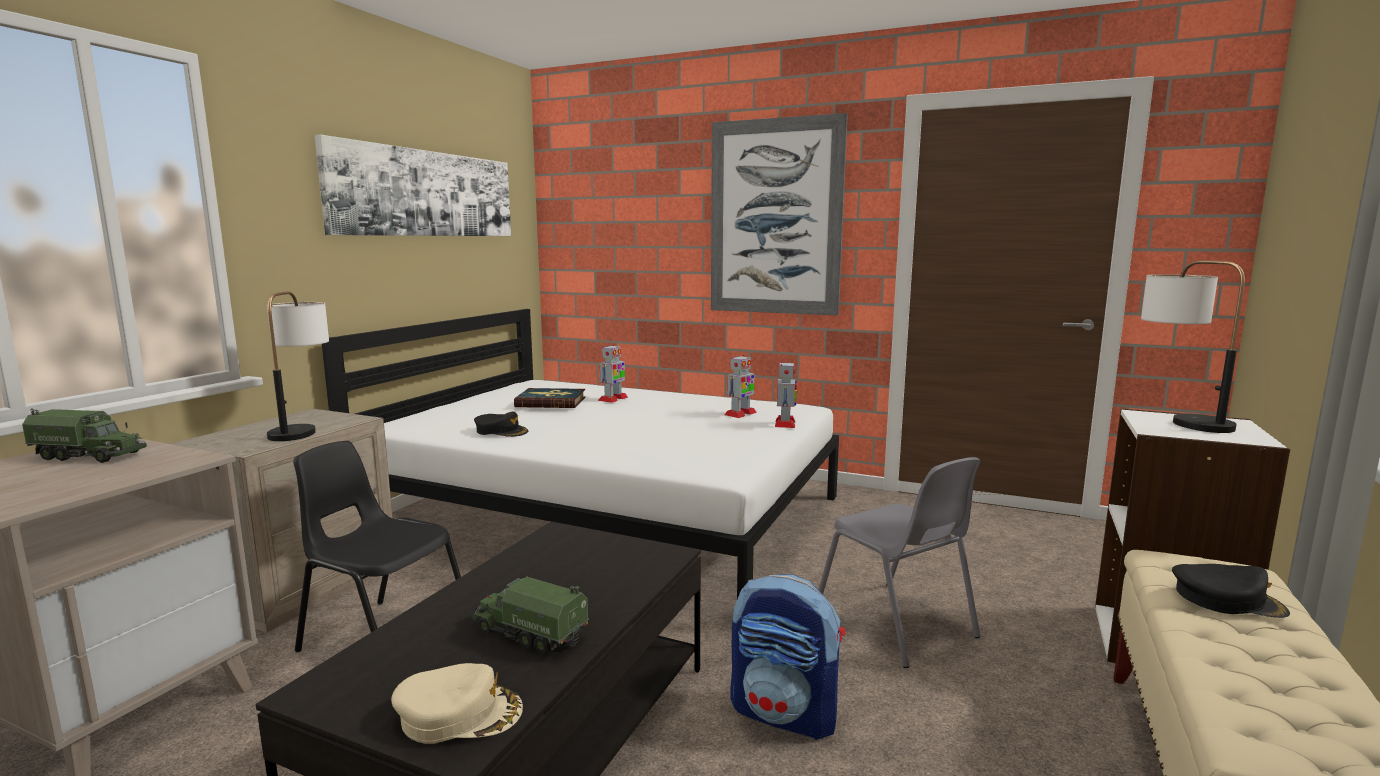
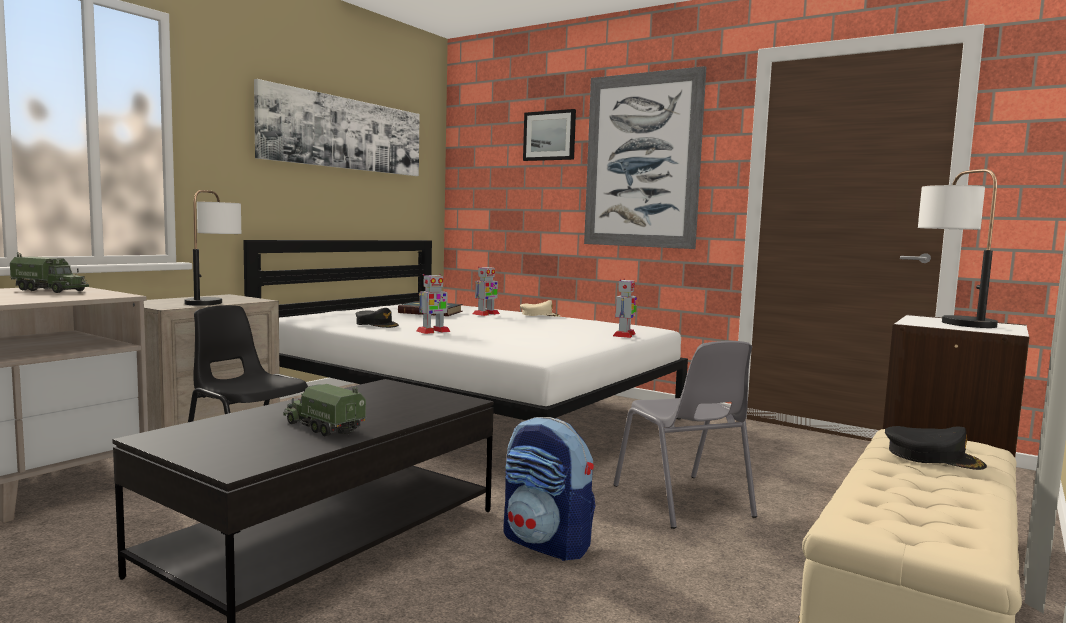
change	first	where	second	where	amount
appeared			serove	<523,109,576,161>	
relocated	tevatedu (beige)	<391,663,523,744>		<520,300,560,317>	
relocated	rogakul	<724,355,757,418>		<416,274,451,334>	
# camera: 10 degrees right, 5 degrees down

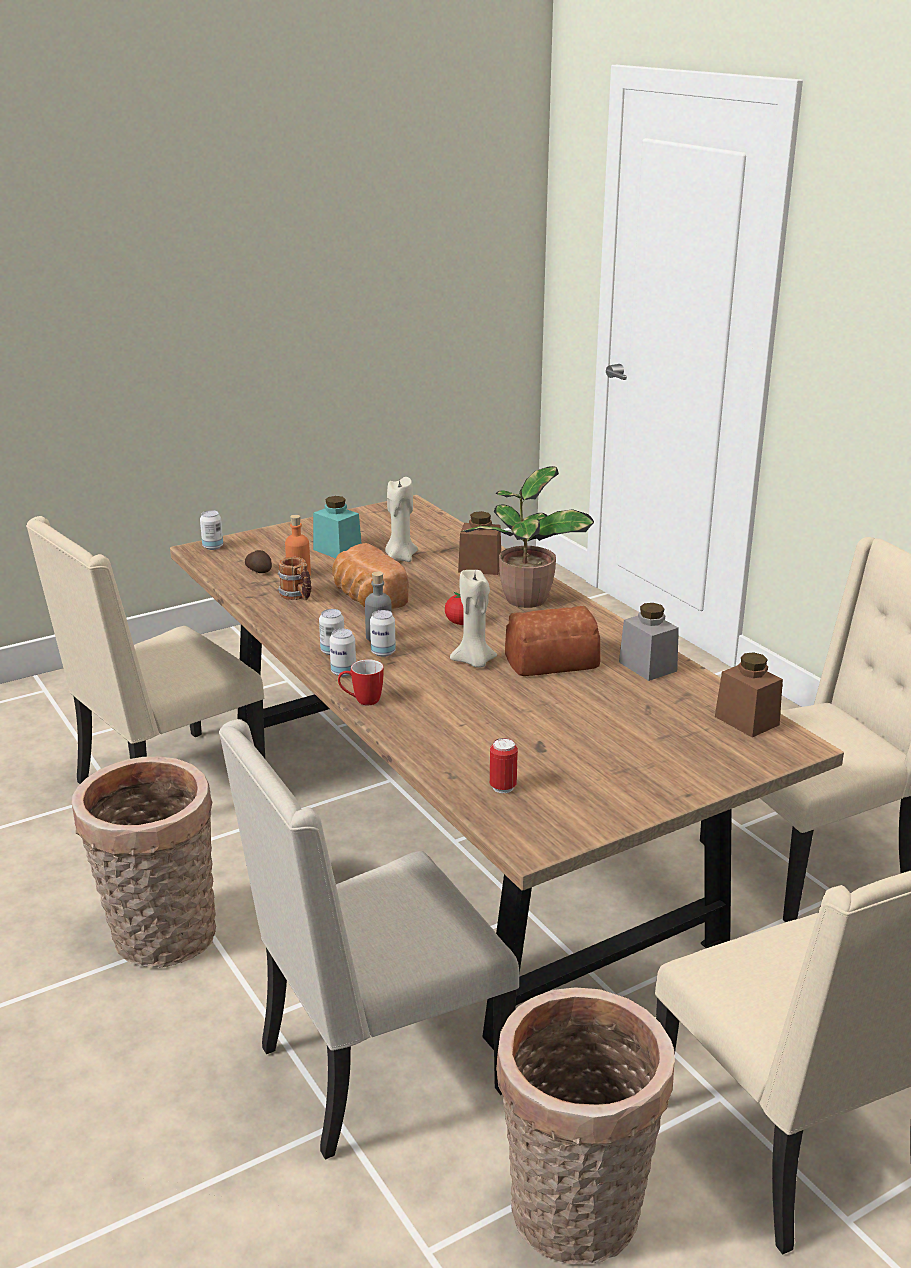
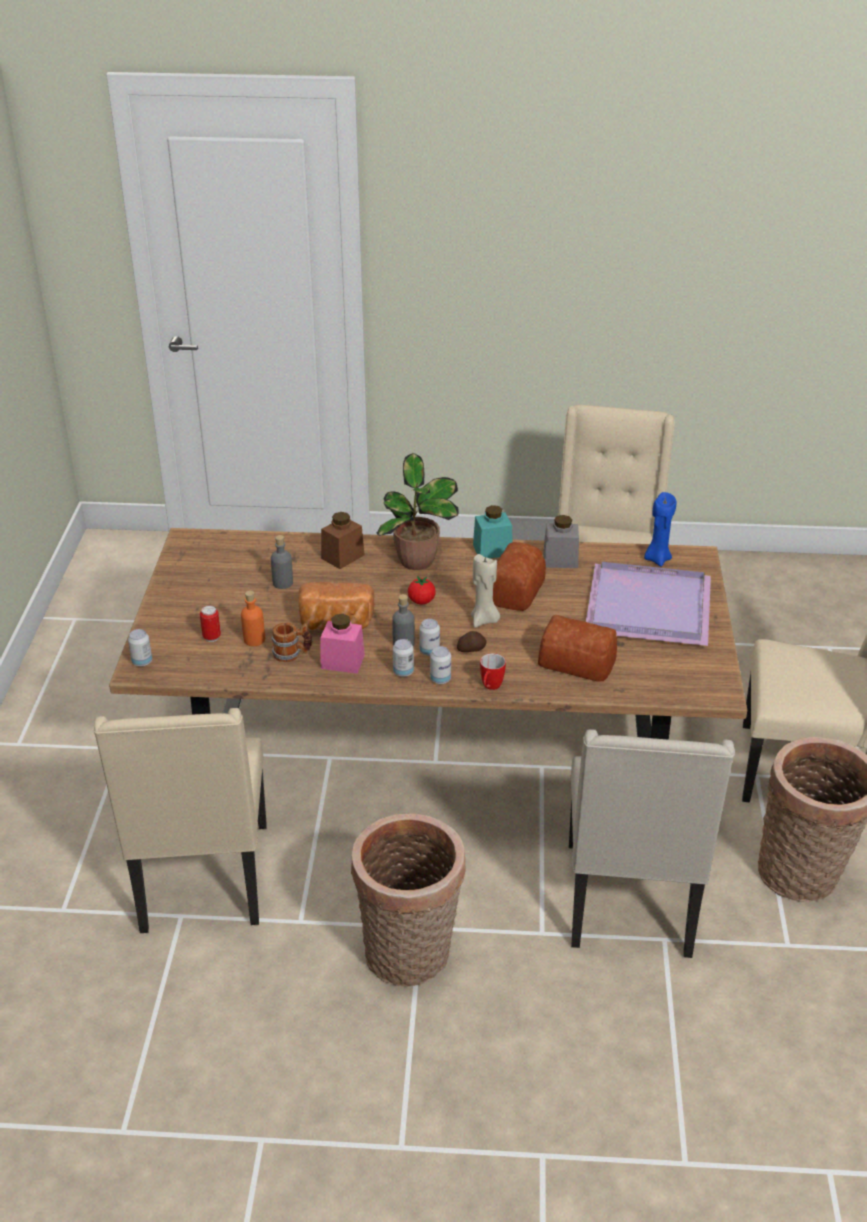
change	first	where	second	where	amount
appeared			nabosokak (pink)	<321,614,365,674>	
appeared			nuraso	<538,615,617,682>	
appeared			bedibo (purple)	<586,562,711,646>	
relocated	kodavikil	<245,550,272,573>		<457,631,487,652>	
relocated	nabosokak (turquoise)	<313,496,362,558>		<473,505,512,558>	
relocated	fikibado	<490,738,518,793>		<200,605,221,642>	
exchanged	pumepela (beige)	<385,477,418,562>	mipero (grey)	<271,535,293,589>	
exchanged	nabosokak (brown)	<715,652,783,737>	pumepela (blue)	<644,492,676,567>	
# camera: 55 degrees left, 10 degrees up

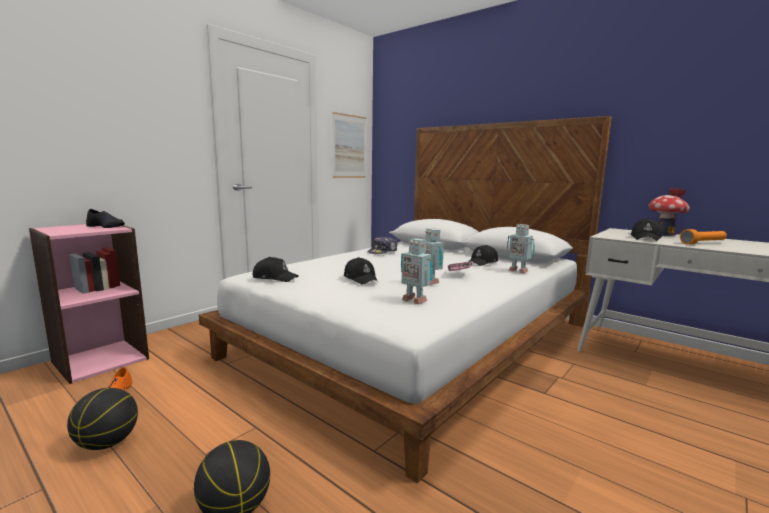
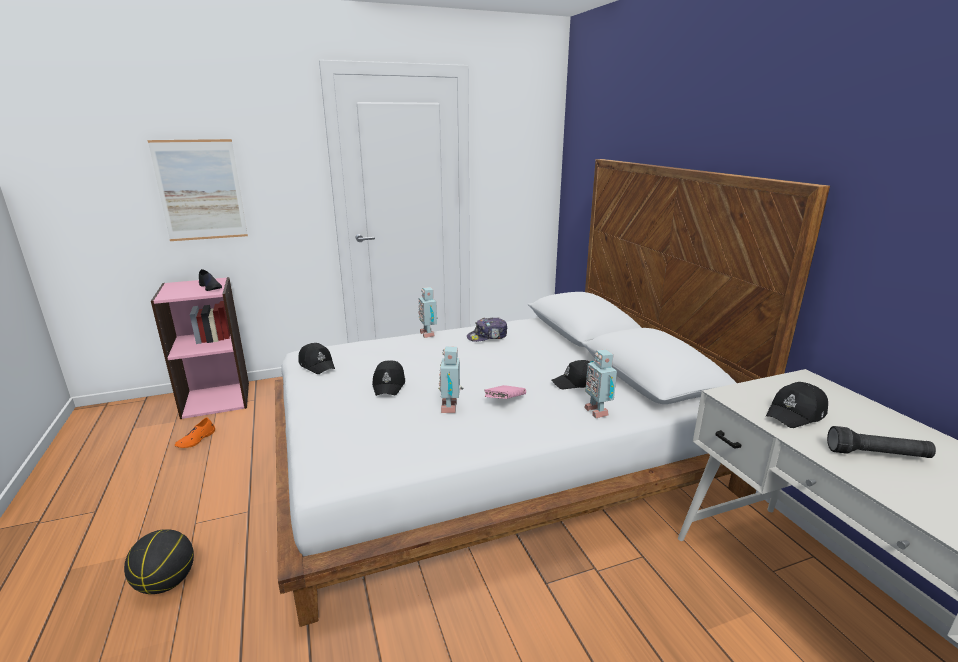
change	first	where	second	where	amount
missing	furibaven	<67,388,138,450>			
missing	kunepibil	<649,188,690,236>			
relocated	serove	<332,112,366,178>		<148,139,248,241>	
relocated	rogakul	<401,238,433,304>		<418,287,438,338>	
colour	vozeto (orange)	<680,229,727,244>	vozeto (black)	<827,426,936,458>	
# camera: 30 degrees right, 10 degrees up

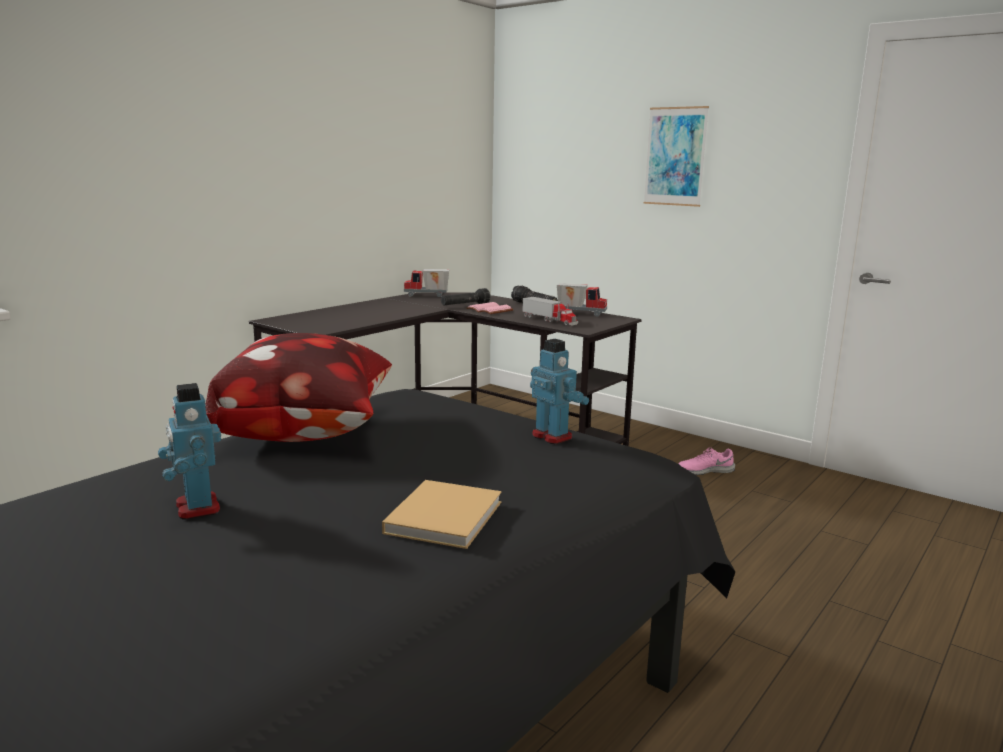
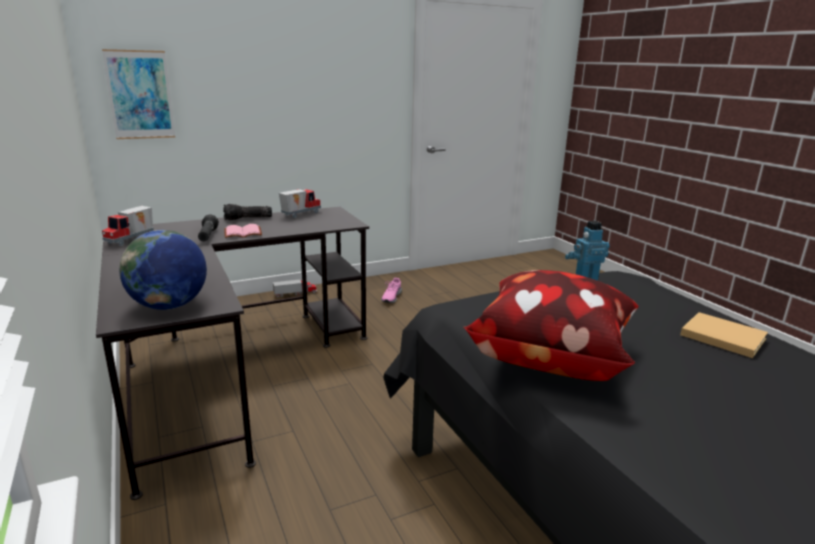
change	first	where	second	where	amount
missing	rogakul	<158,383,221,520>			
appeared			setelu	<119,230,207,310>	
relocated	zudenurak	<522,297,578,326>		<273,279,317,298>	
relocated	serove	<644,106,709,207>		<102,49,175,139>	
# camera: 65 degrees left, 5 degrees up

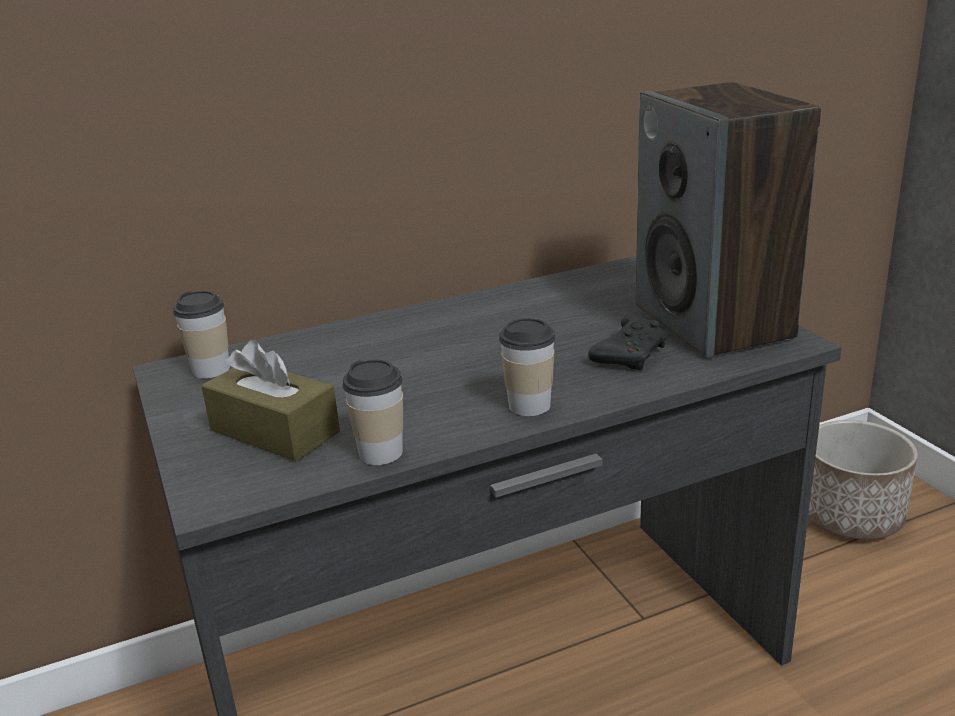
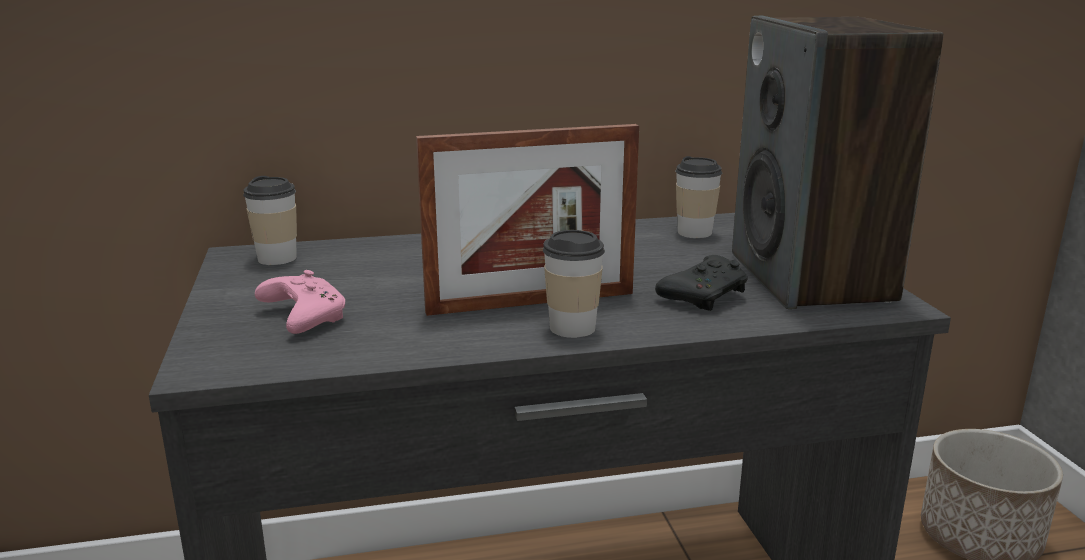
change	first	where	second	where	amount
appeared			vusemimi	<416,124,639,316>	
relocated	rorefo	<342,360,403,465>		<675,156,722,238>	
exchanged	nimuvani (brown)	<201,340,340,461>	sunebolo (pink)	<255,270,345,334>	
# camera: 10 degrees right, 5 degrees down

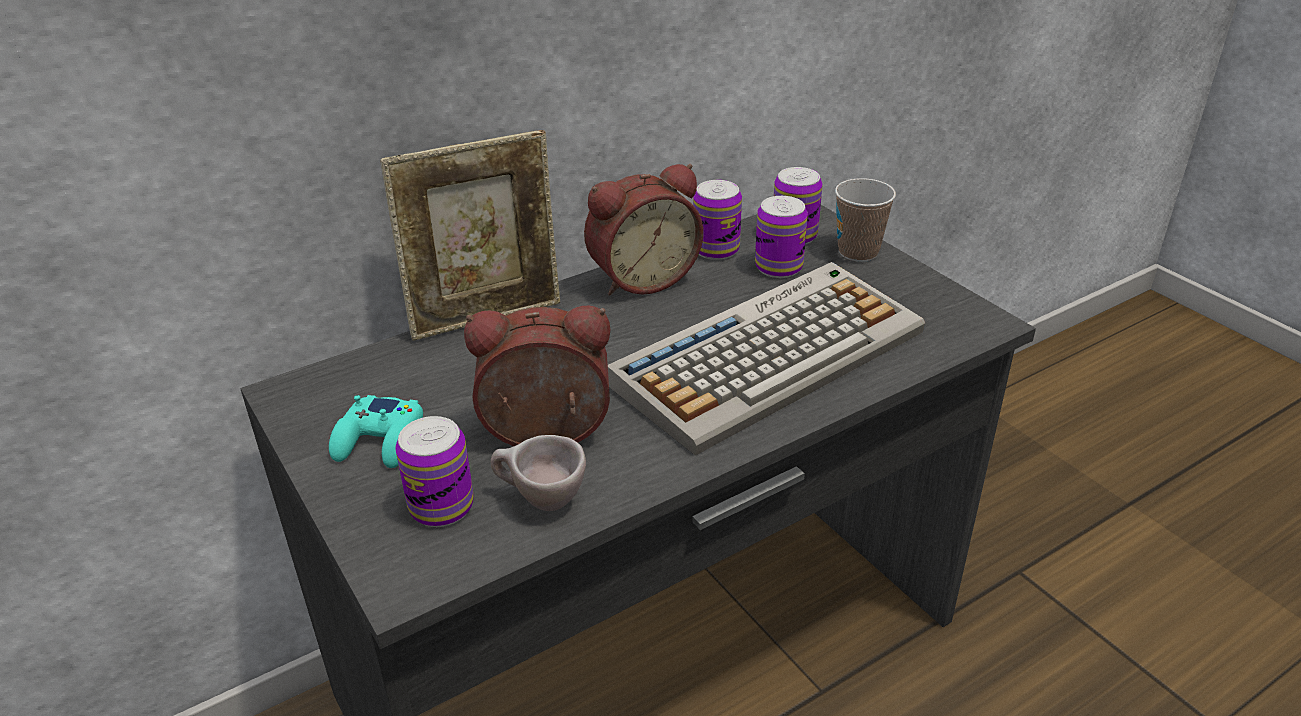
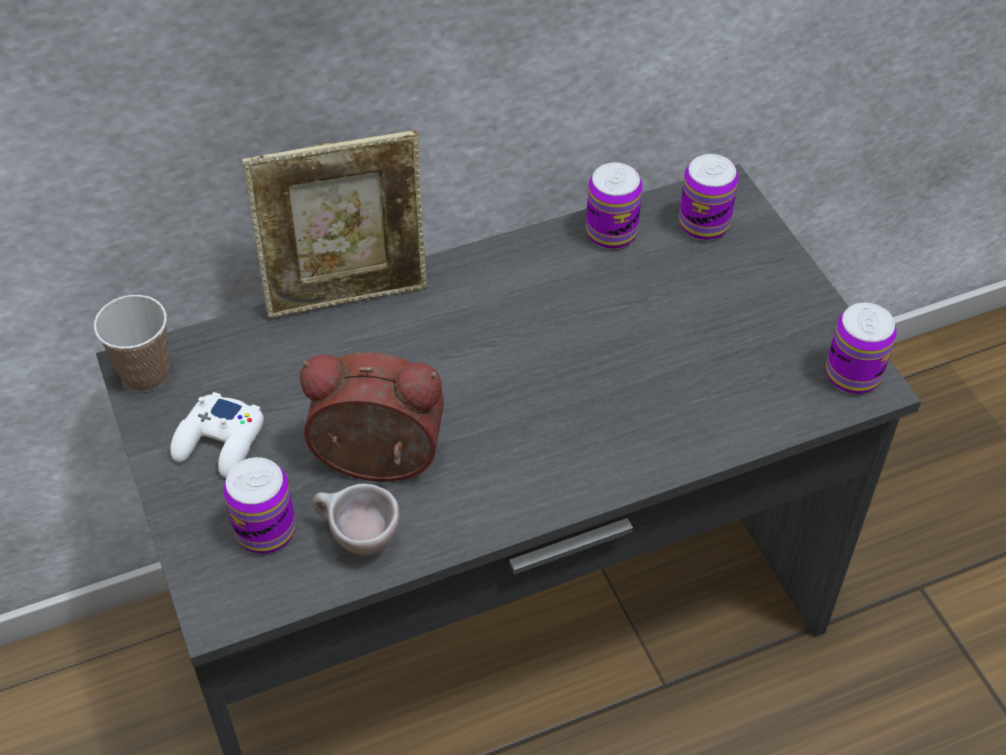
change	first	where	second	where	amount
missing	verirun	<584,164,703,296>			
missing	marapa	<608,262,925,456>			
relocated	fikibado	<755,196,808,278>		<826,303,897,394>	
relocated	rorefo	<835,178,896,262>		<94,295,170,392>	
colour	sunebolo (turquoise)	<329,395,423,468>	sunebolo (white)	<170,392,264,478>	
# camera: 10 degrees right, 15 degrees up

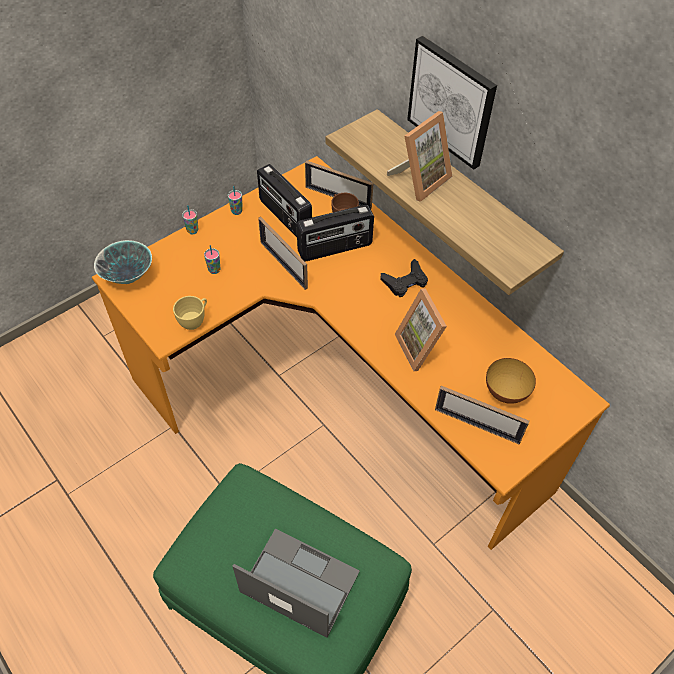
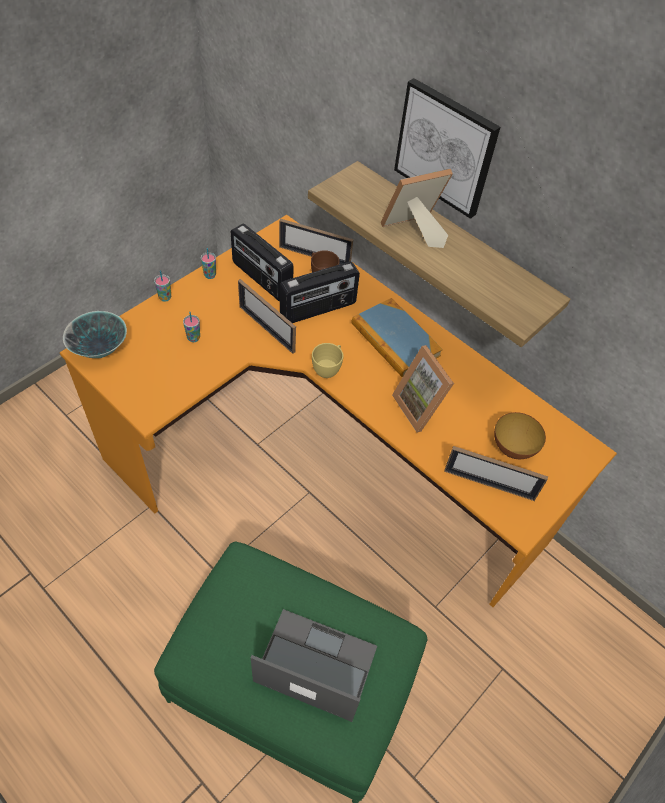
change	first	where	second	where	amount
relocated	rorefo (yellow)	<173,296,207,330>		<312,343,343,378>	
exchanged	sunebolo (black)	<381,259,428,297>	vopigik	<352,298,443,378>	
spun	vusemimi	<387,111,453,202>		<381,169,453,248>	150 degrees counterclockwise
# camera: 10 degrees left, 0 degrees up

